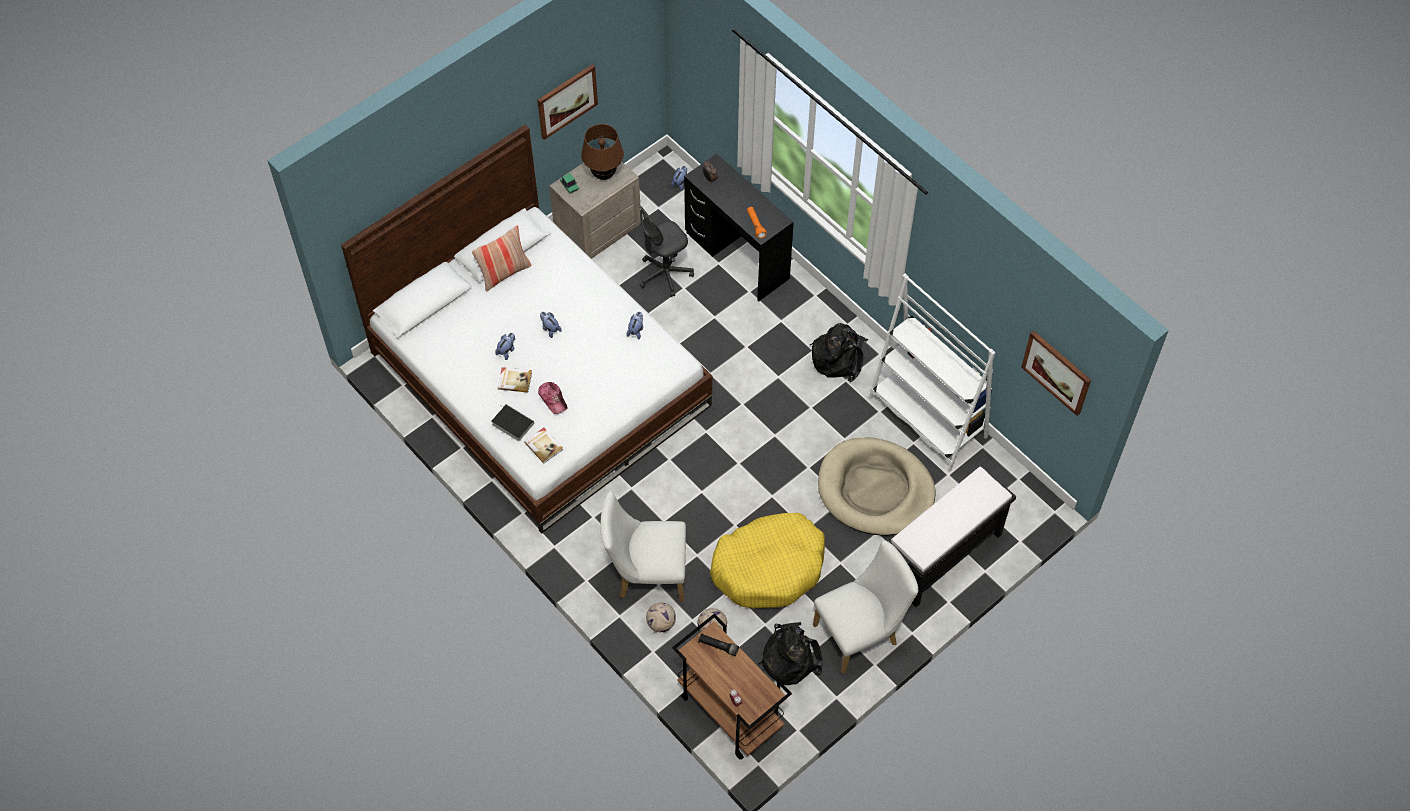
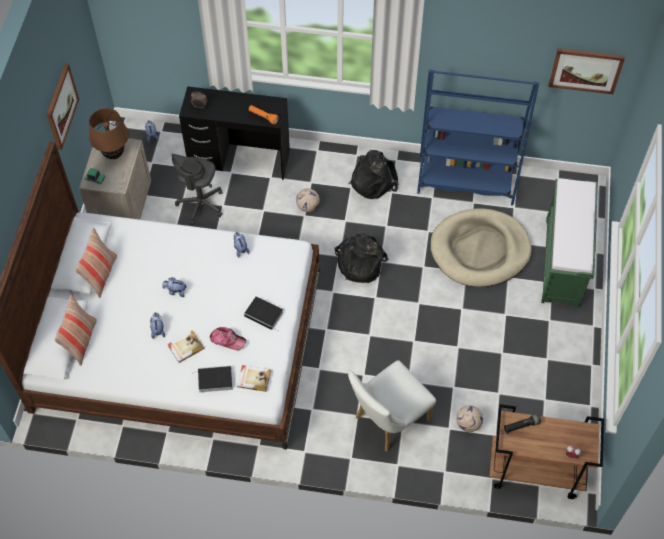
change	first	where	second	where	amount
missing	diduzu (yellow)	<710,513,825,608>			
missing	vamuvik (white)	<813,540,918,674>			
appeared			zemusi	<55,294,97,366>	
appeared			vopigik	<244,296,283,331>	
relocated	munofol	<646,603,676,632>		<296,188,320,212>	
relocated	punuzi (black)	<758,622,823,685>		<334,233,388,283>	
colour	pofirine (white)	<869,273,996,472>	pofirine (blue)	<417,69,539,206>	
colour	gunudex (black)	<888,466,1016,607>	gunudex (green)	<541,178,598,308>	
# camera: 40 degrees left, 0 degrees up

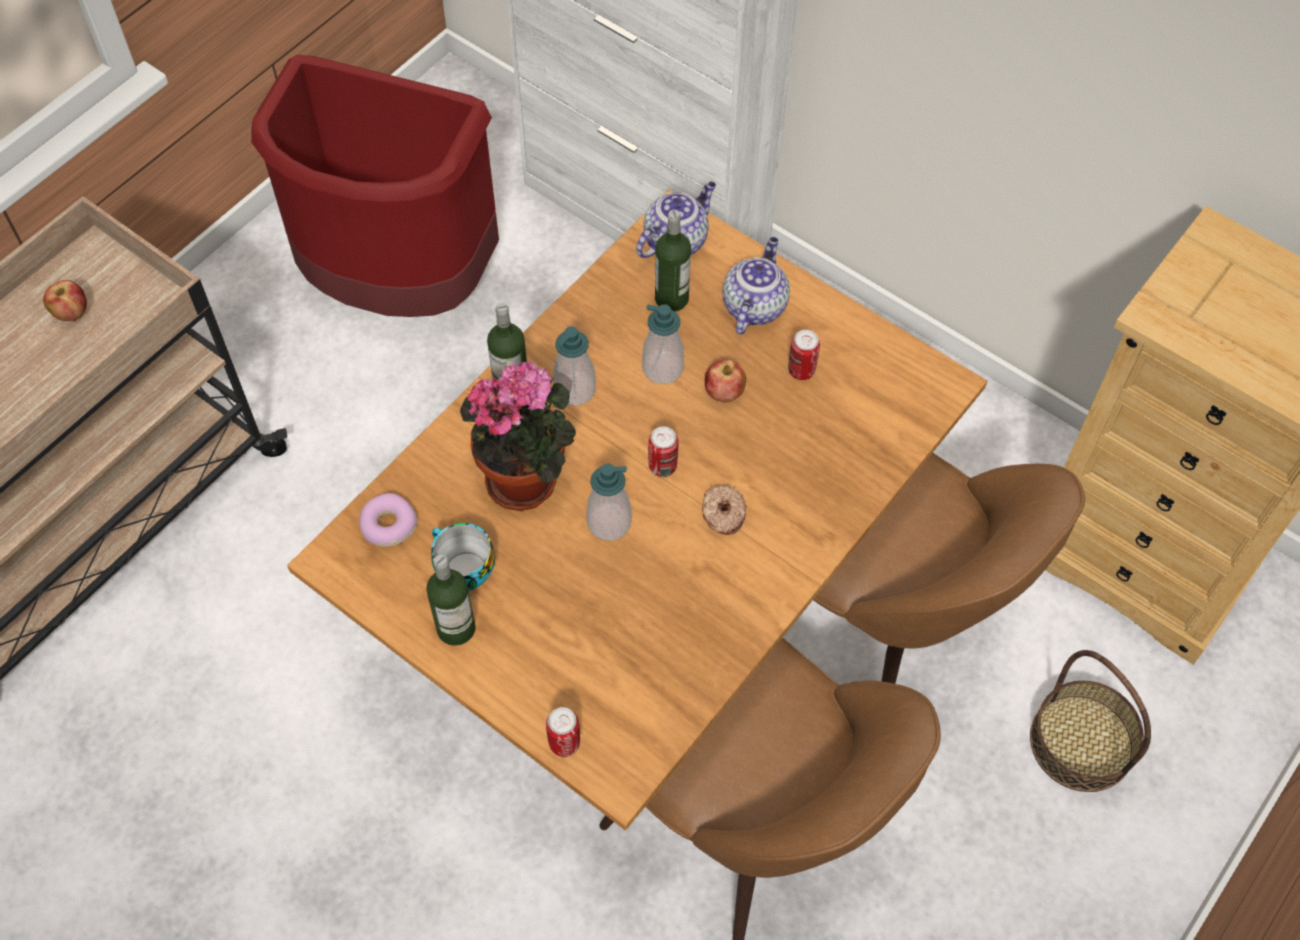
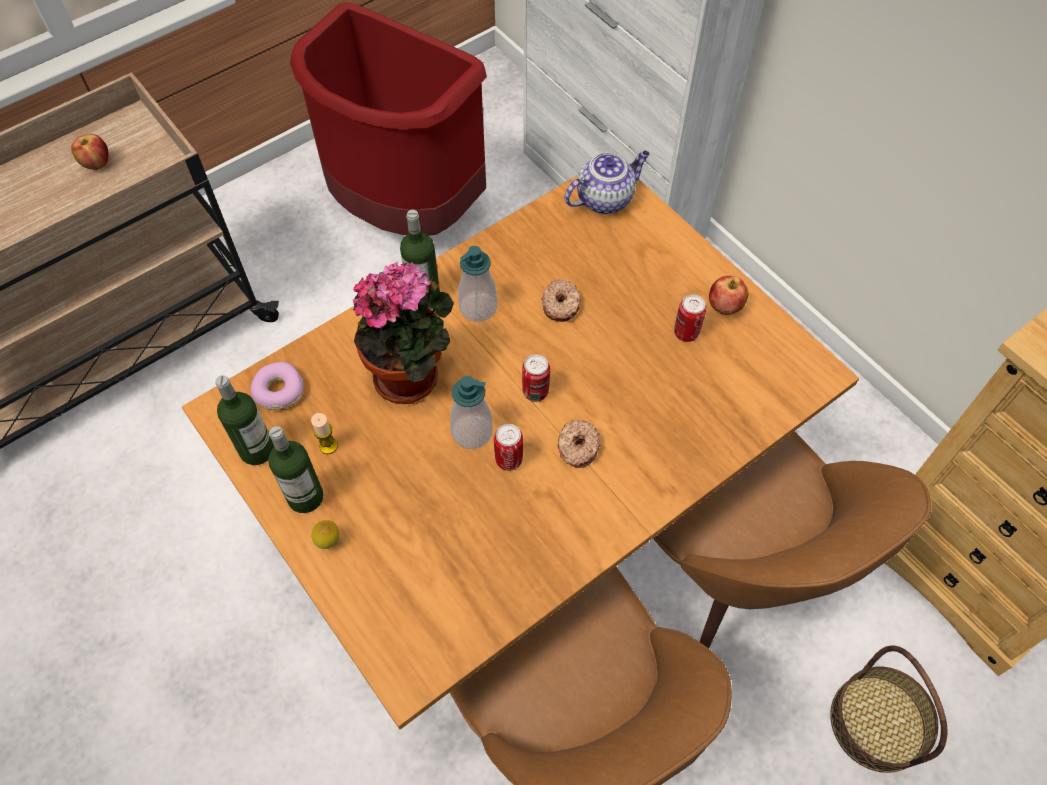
change	first	where	second	where	amount
missing	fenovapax	<722,237,790,334>			
appeared			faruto	<312,520,339,549>	
relocated	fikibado	<546,707,580,757>		<494,424,523,471>	
relocated	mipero	<655,210,691,312>		<215,375,274,465>	
relocated	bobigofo	<705,360,746,403>		<709,276,748,315>	
exchanged	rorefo	<431,523,495,591>	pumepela	<311,413,338,454>	
exchanged	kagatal	<642,304,684,384>	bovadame	<541,279,580,322>	
# camera: 15 degrees right, 0 degrees up

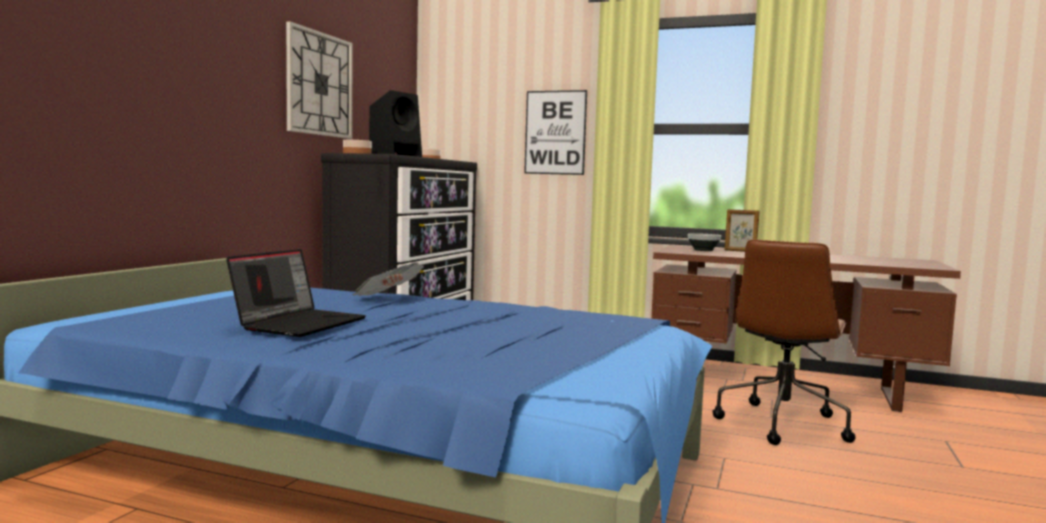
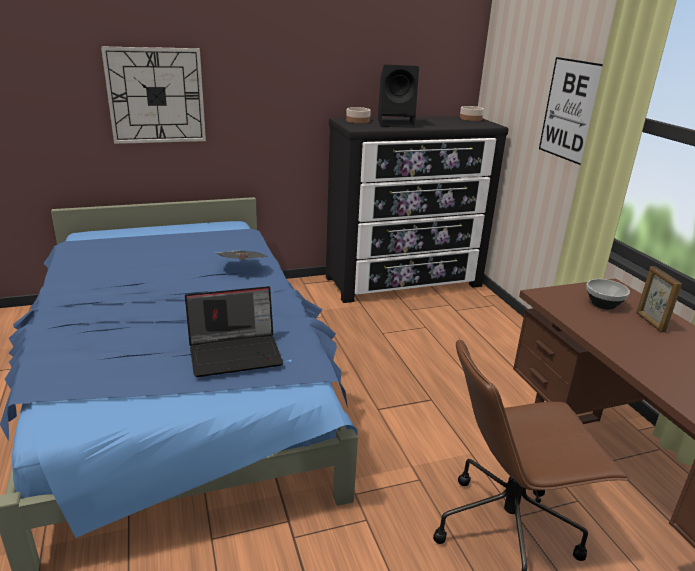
change	first	where	second	where	amount
relocated	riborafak	<226,249,366,337>		<185,286,283,377>	
relocated	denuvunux	<286,21,353,139>		<101,46,206,144>	
# camera: 50 degrees right, 20 degrees up

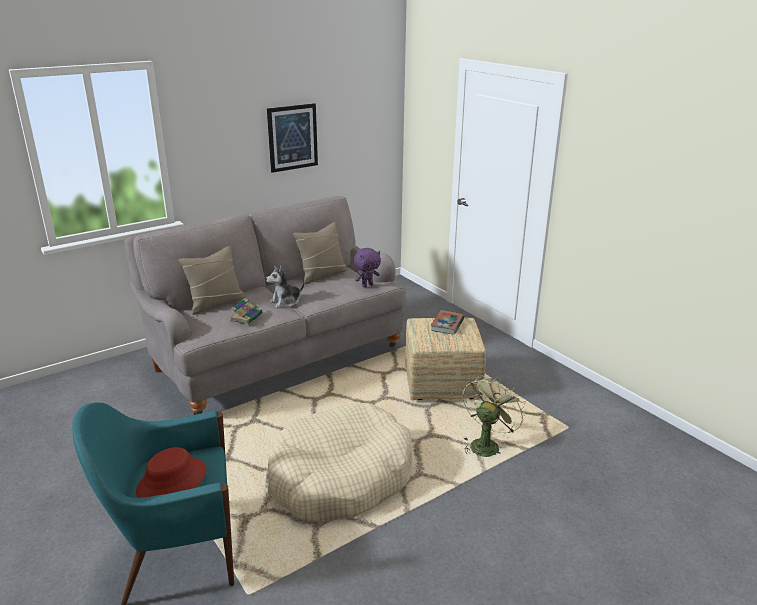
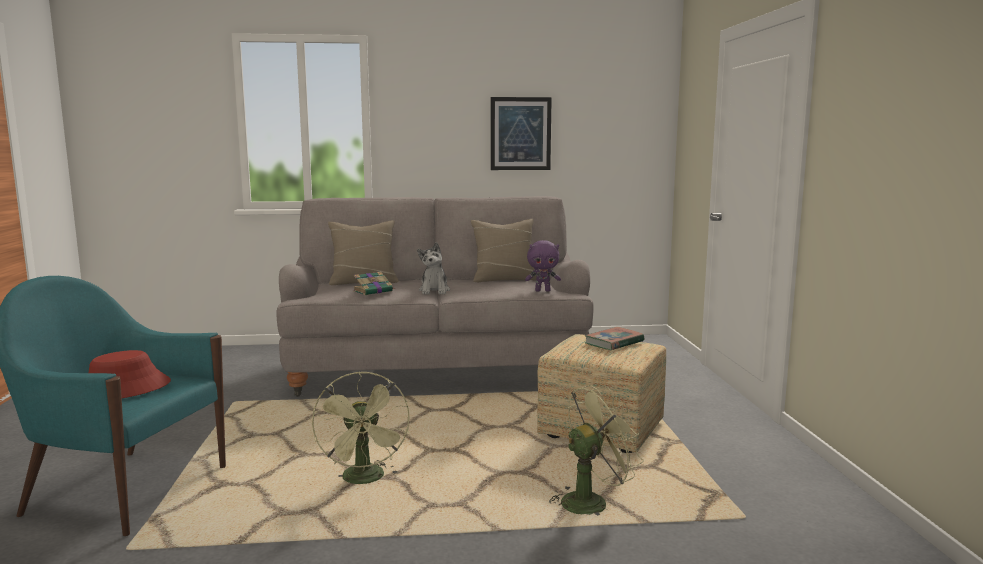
change	first	where	second	where	amount
exchanged	diduzu (beige)	<267,403,413,522>	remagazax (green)	<312,371,410,484>	
spun	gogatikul	<266,266,304,308>		<417,242,450,294>	90 degrees counterclockwise
# camera: 30 degrees right, 15 degrees down

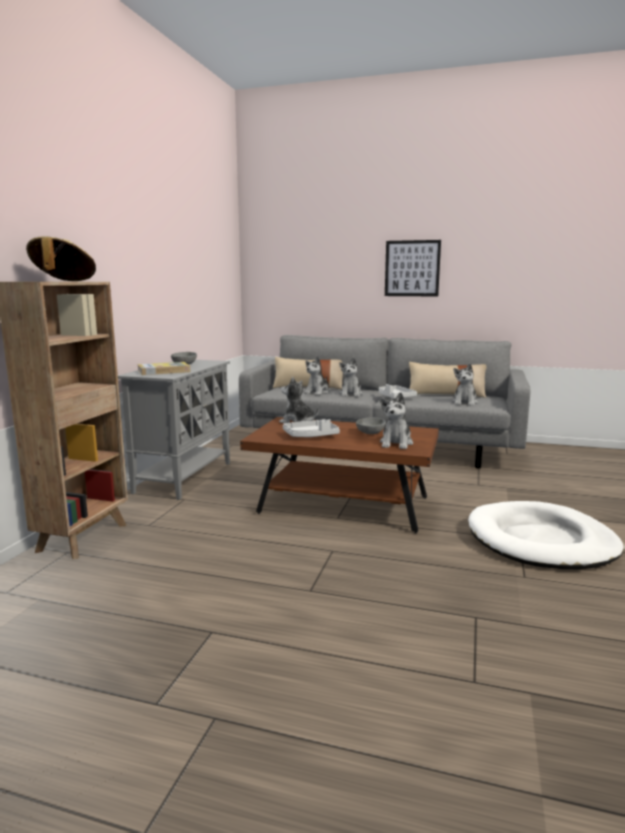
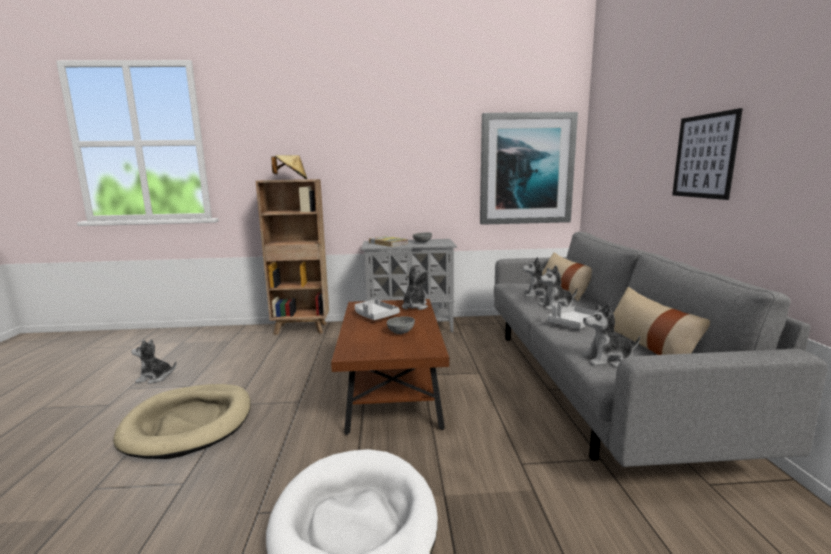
change	first	where	second	where	amount
appeared			diduzu (beige)	<113,384,251,459>	
appeared			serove	<480,112,578,225>	
relocated	gogatikul	<380,392,413,449>		<131,339,176,384>	
# camera: 70 degrees right, 0 degrees up

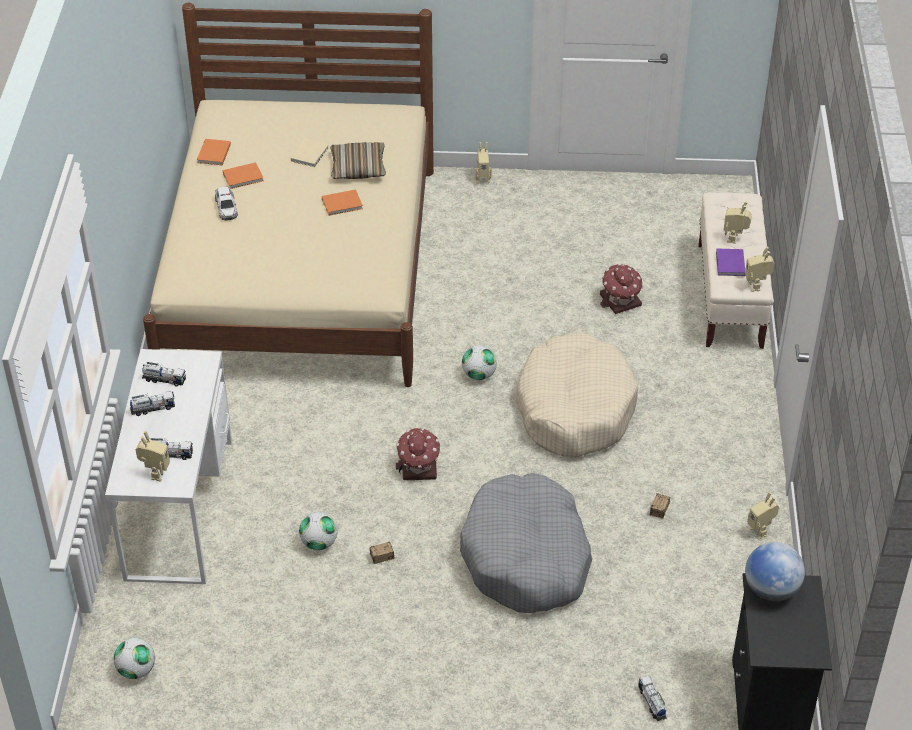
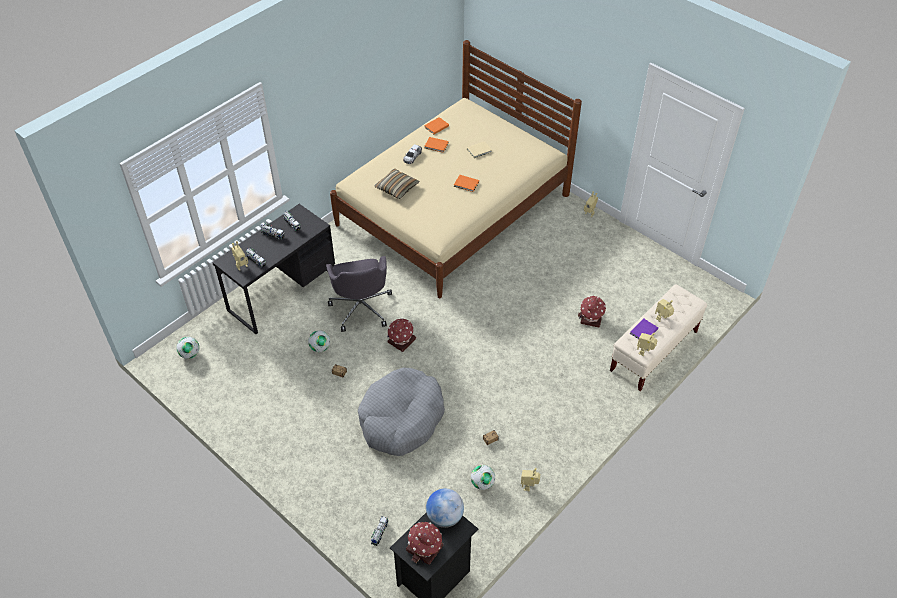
change	first	where	second	where	amount
missing	diduzu (beige)	<516,331,638,457>			
appeared			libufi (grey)	<326,256,392,332>	
appeared			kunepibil	<406,522,443,565>	
relocated	zemusi	<330,142,386,179>		<374,169,420,199>	
relocated	munofol	<462,345,497,380>		<471,465,495,490>	
colour	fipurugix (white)	<105,349,232,584>	fipurugix (black)	<212,204,335,334>	
# camera: 40 degrees right, 5 degrees up

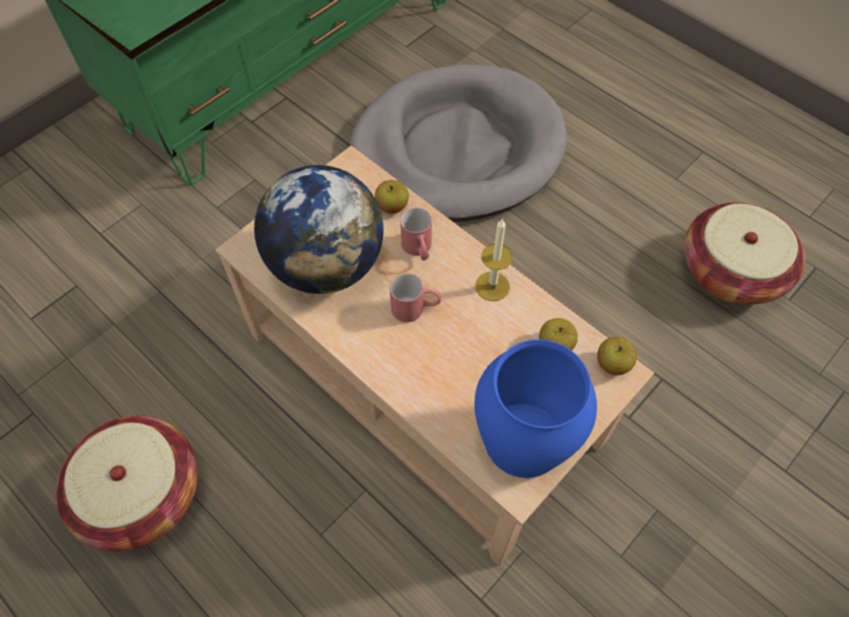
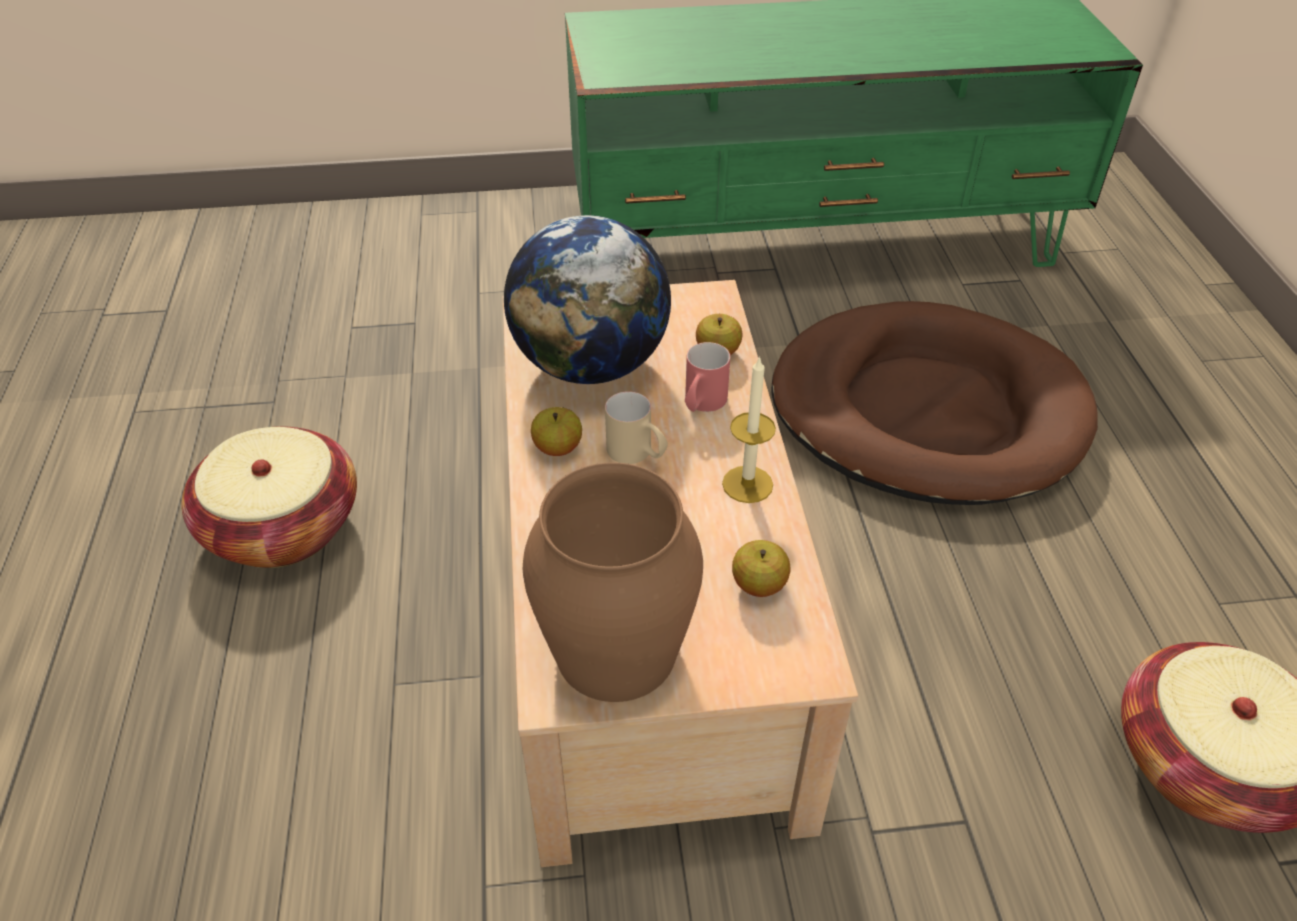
change	first	where	second	where	amount
relocated	bobigofo	<597,337,637,375>		<531,407,582,456>	
colour	diduzu (grey)	<350,64,567,222>	diduzu (brown)	<771,301,1098,505>	
colour	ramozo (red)	<390,273,441,322>	ramozo (beige)	<605,391,668,464>	
colour	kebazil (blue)	<474,339,597,478>	kebazil (brown)	<523,462,703,702>	
# camera: 40 degrees right, 15 degrees down

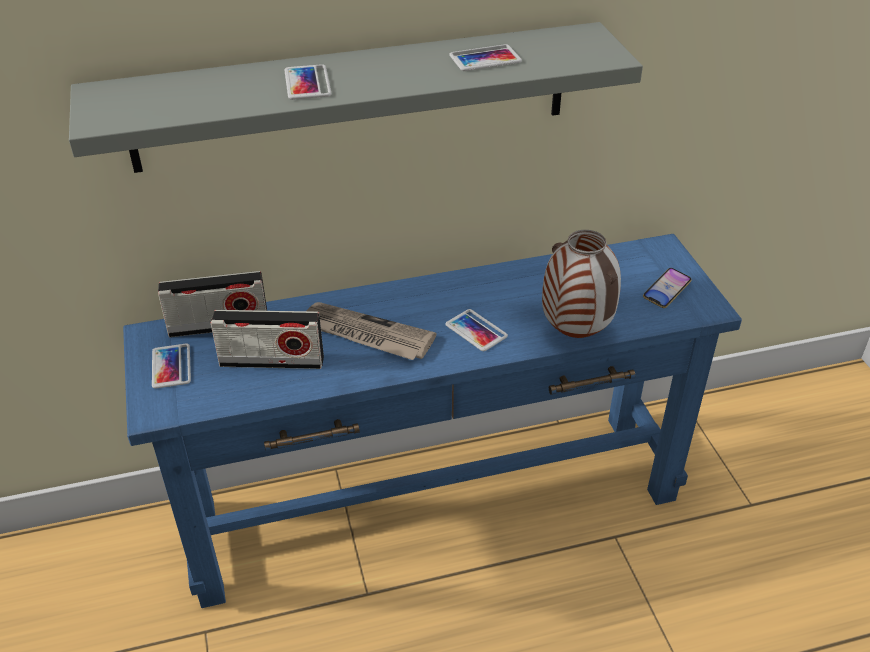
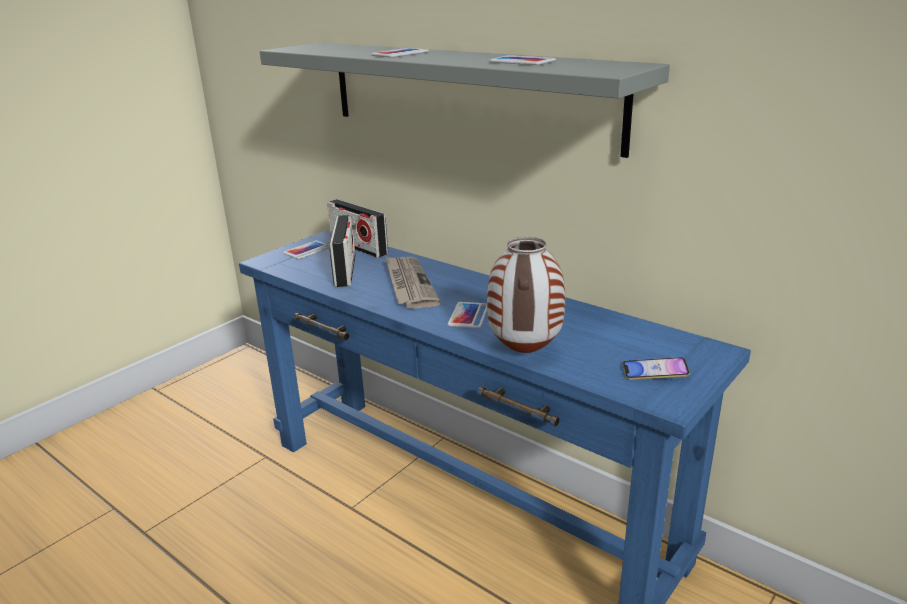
change	first	where	second	where	amount
spun	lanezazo	<211,310,324,369>		<329,215,356,287>	150 degrees counterclockwise
# camera: 55 degrees right, 15 degrees down

